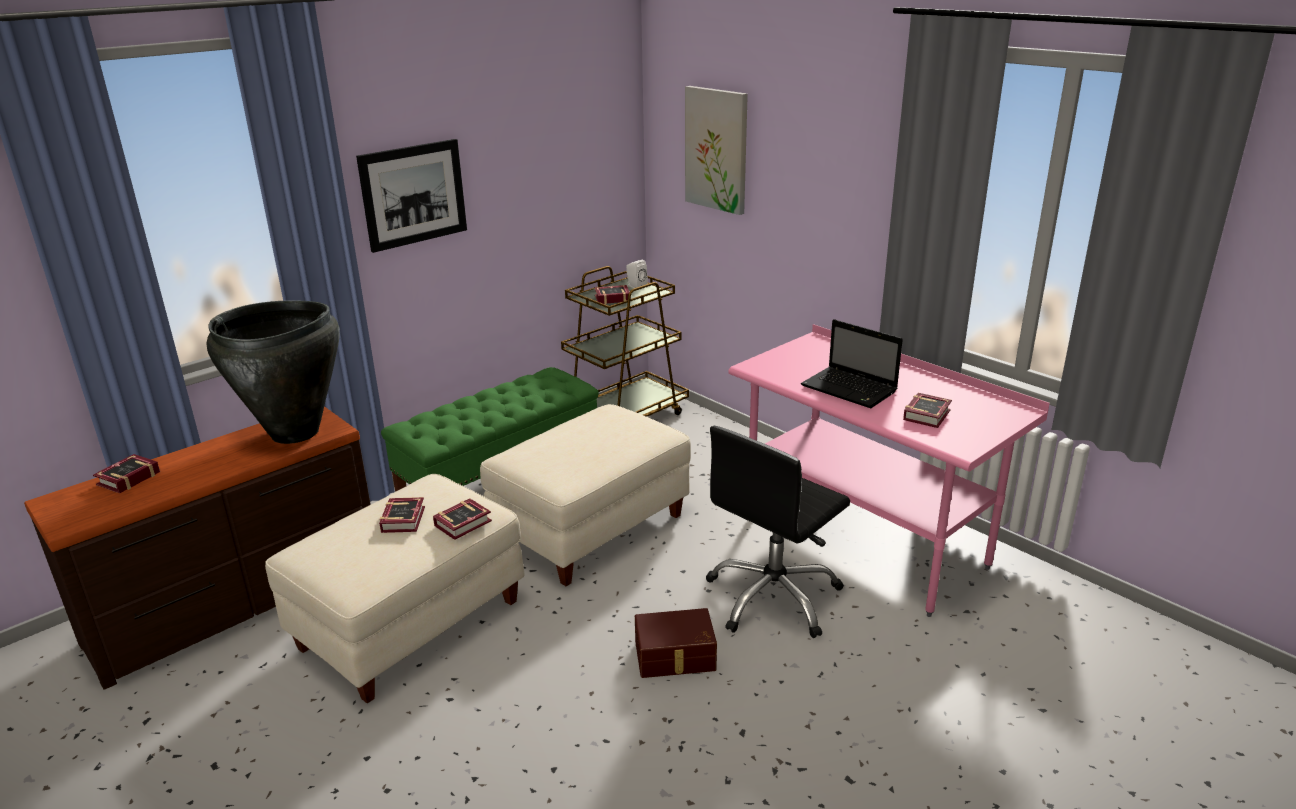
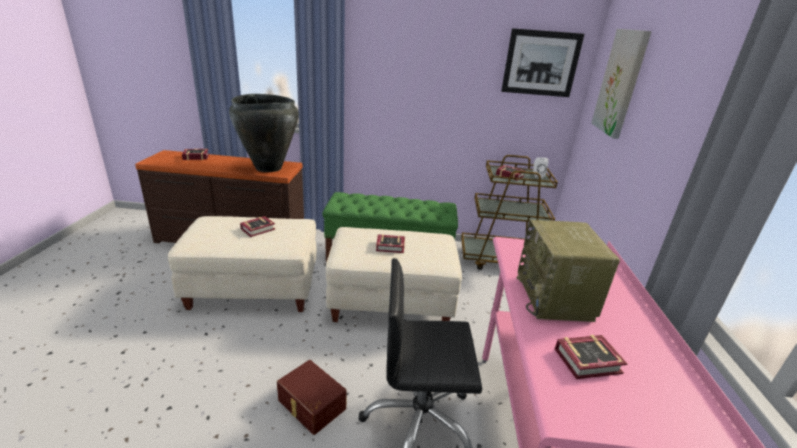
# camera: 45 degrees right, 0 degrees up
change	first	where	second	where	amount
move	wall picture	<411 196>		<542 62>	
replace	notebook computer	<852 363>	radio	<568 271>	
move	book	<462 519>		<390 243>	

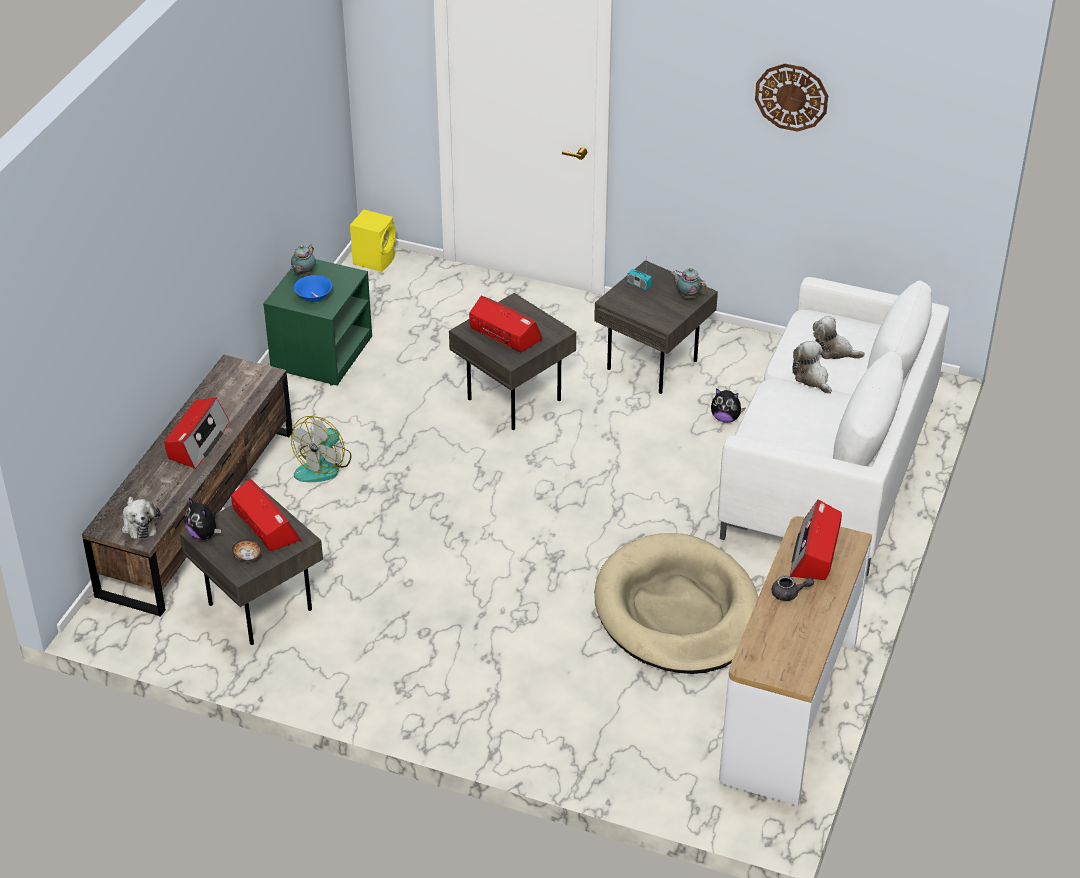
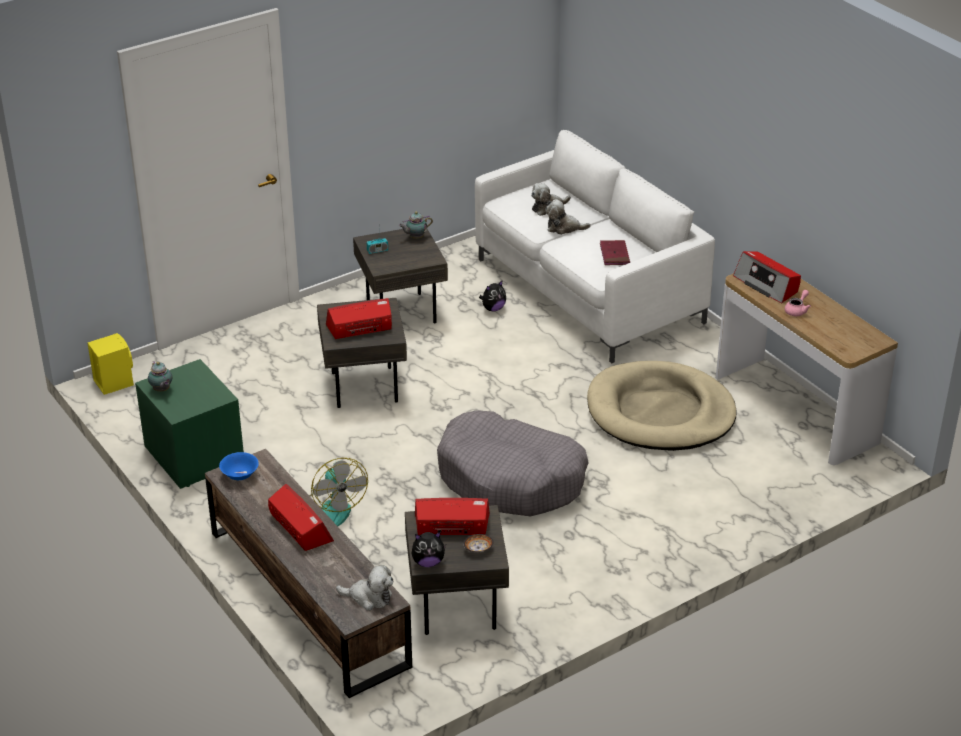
# camera: 55 degrees left, 5 degrees down
change	first	where	second	where	amount
delete	clock on the wall	<791 98>			
move	bluish bowl	<313 288>		<239 466>	
recolor	gray teapot	<793 588>	pink teapot	<798 303>	
insert			red-coloured book	<615 252>	
insert			gray dog bed	<513 463>	

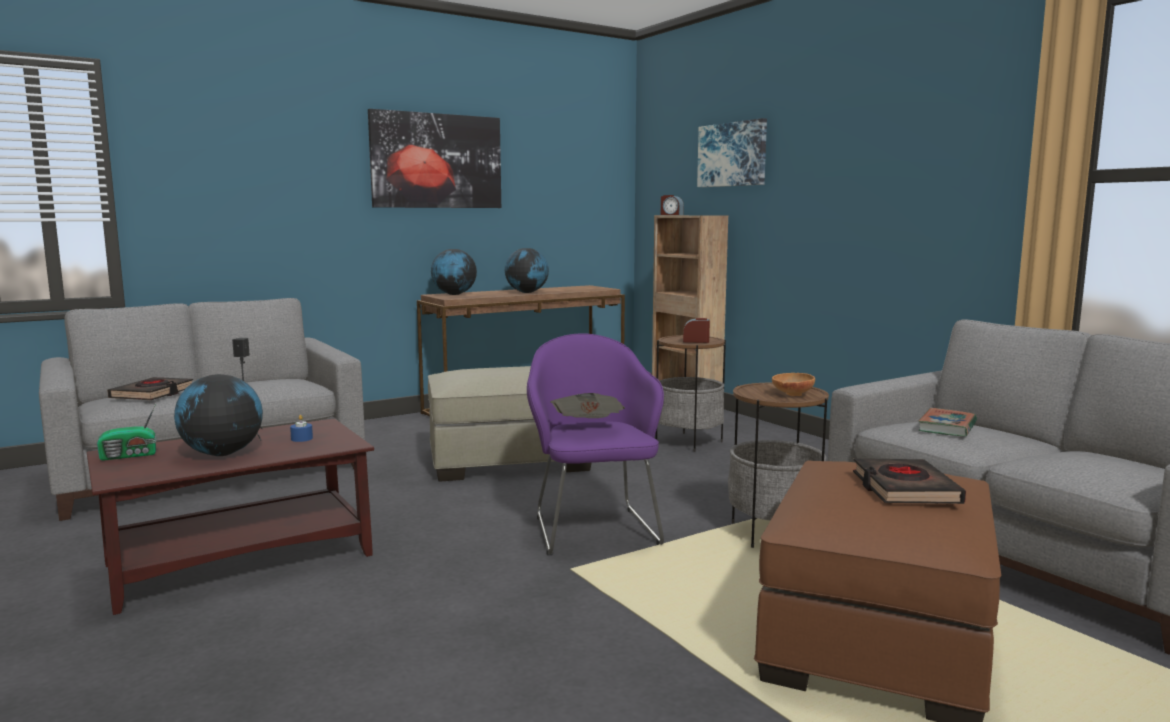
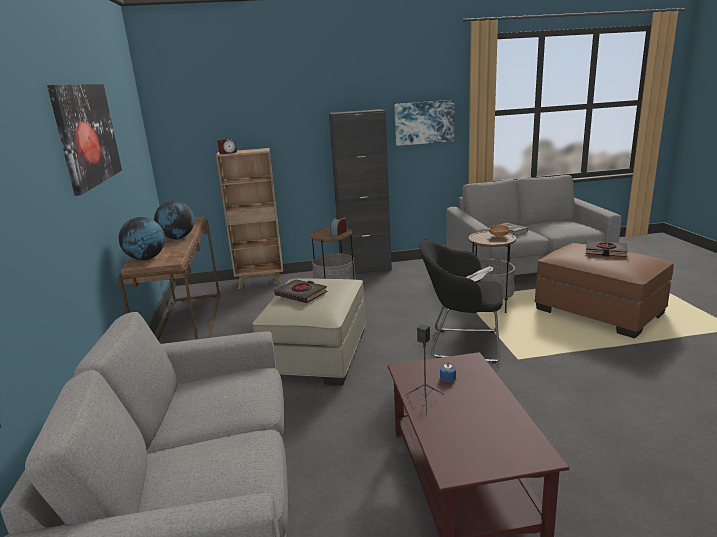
# camera: 65 degrees left, 10 degrees up
change	first	where	second	where	amount
move	wall picture	<732 152>		<424 123>	
recolor	purple-coloured easy chair	<595 444>	black-coloured easy chair	<461 301>	
delete	desk globe	<218 415>			
move	black-coloured book	<150 388>		<300 291>	
delete	radio	<127 432>			
insert			black-coloured cupboard	<360 191>	

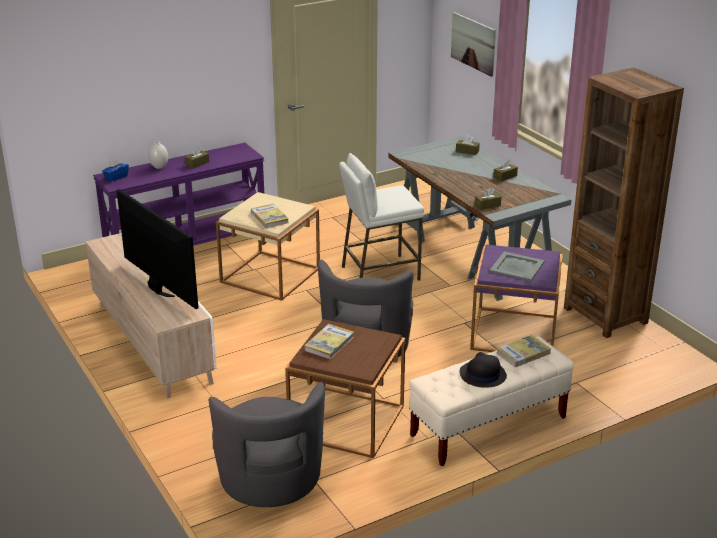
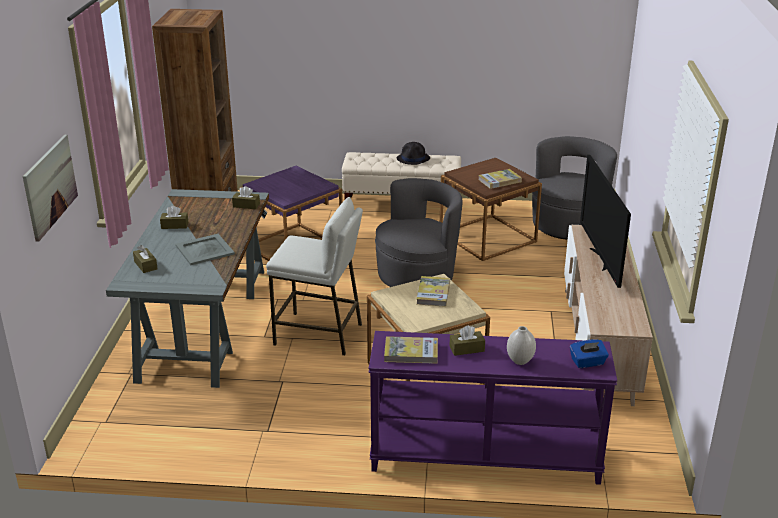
# camera: 145 degrees left, 0 degrees up
change	first	where	second	where	amount
move	gray tray	<517 266>		<205 249>	
move	book	<523 351>		<411 350>	

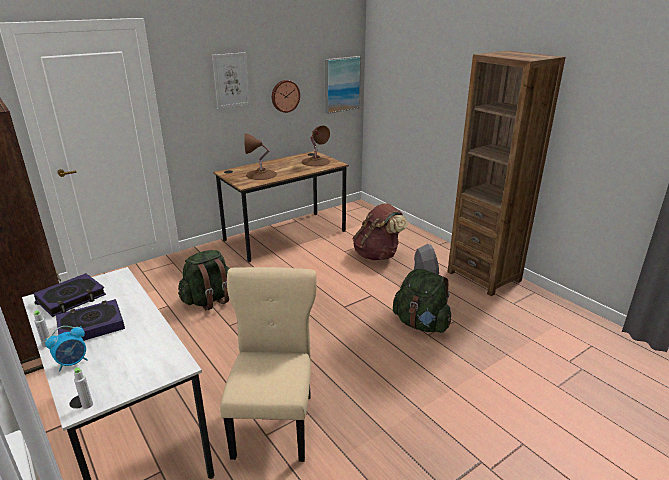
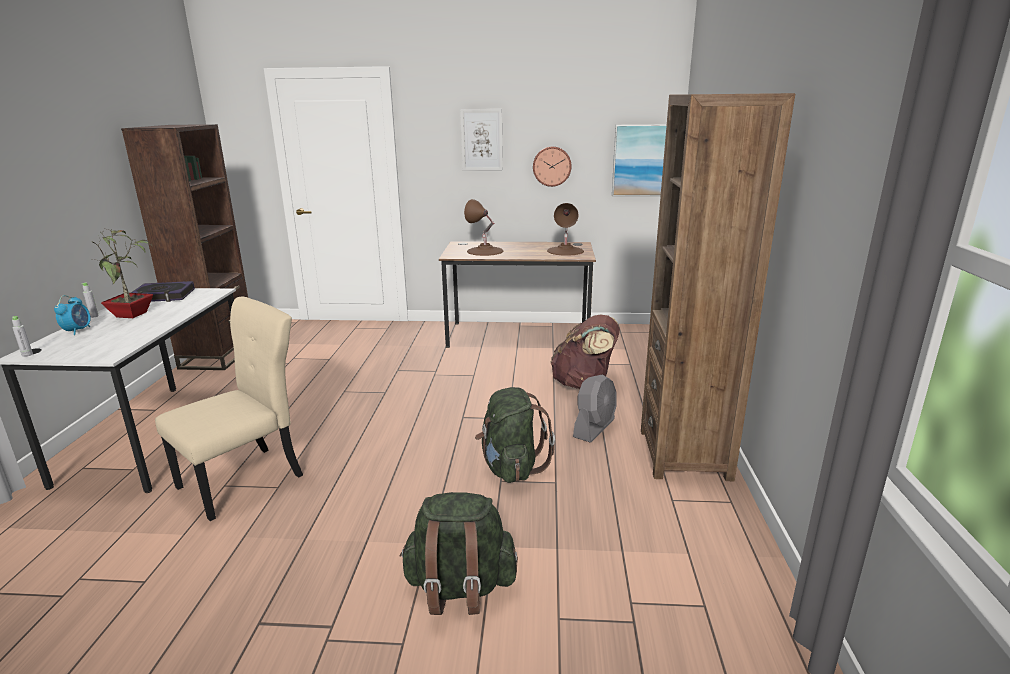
# camera: 40 degrees right, 5 degrees down
change	first	where	second	where	amount
move	green backpack	<204 280>		<458 553>	
replace	book	<90 320>	potted plant	<122 273>	
rotate	table clock	<66 349>		<72 315>	90 degrees counterclockwise

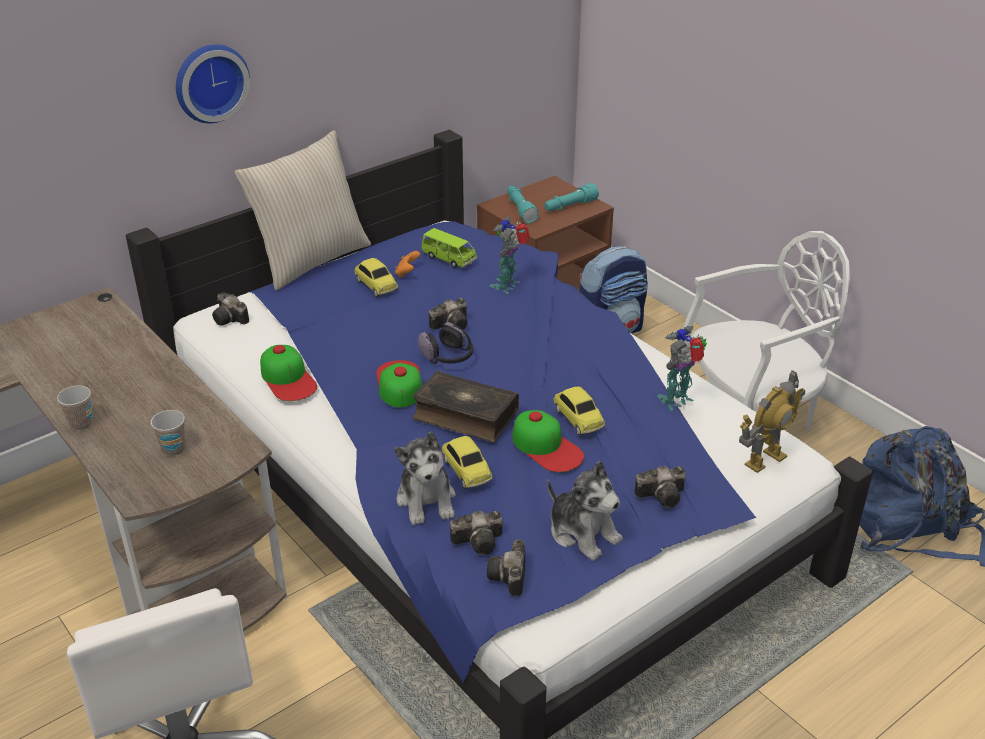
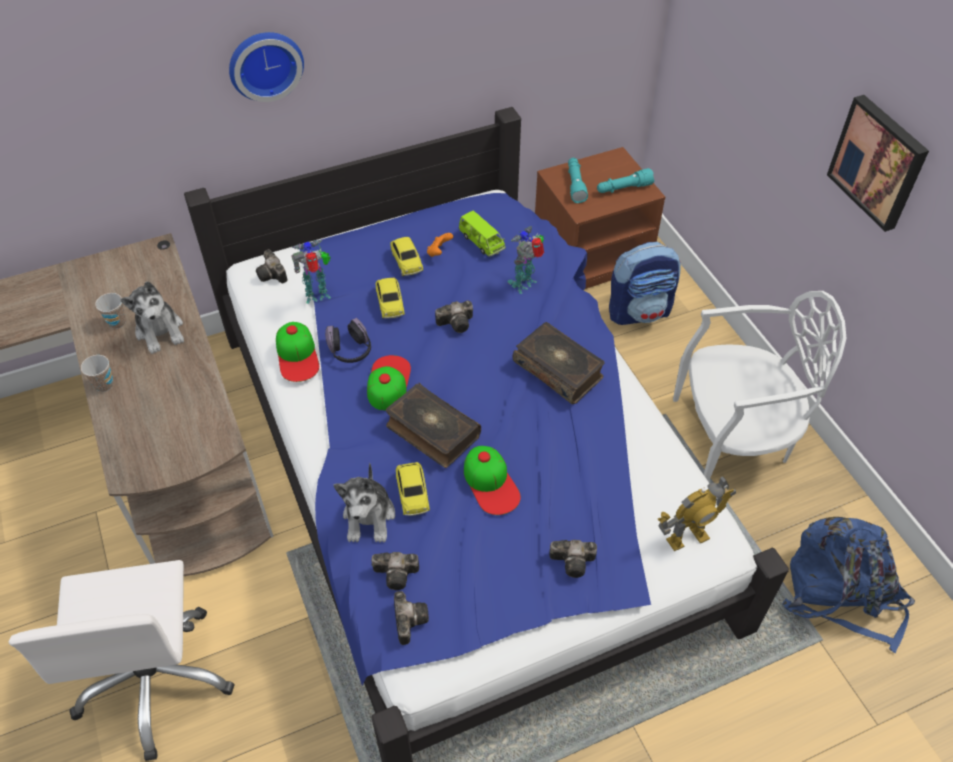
# camera: 15 degrees right, 15 degrees up
change	first	where	second	where	amount
delete	beige pillow	<303 210>			
move	headphones	<445 343>		<348 340>	
move	toy robot	<682 368>		<311 272>	
move	miniature car	<579 411>		<390 298>	
move	cup	<168 433>		<110 311>	
move	soft toy	<585 511>		<152 317>	
rotate	still camera	<506 568>		<411 618>	150 degrees clockwise
insert			wall picture	<878 163>	
insert			book	<559 363>	

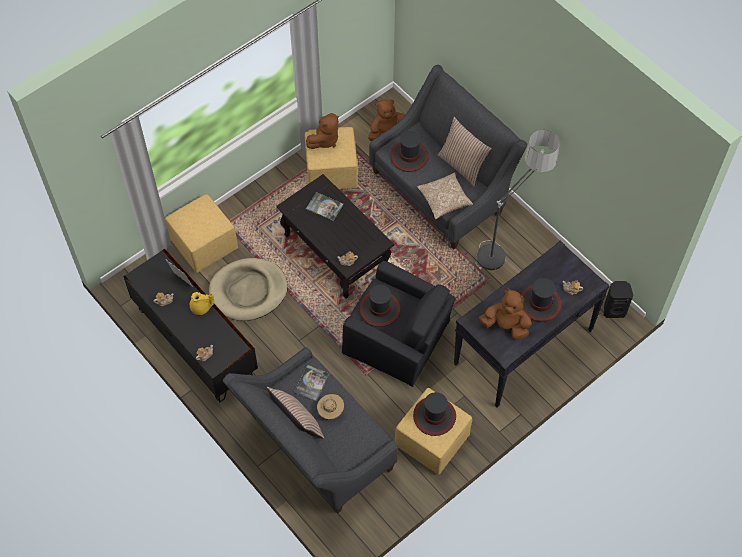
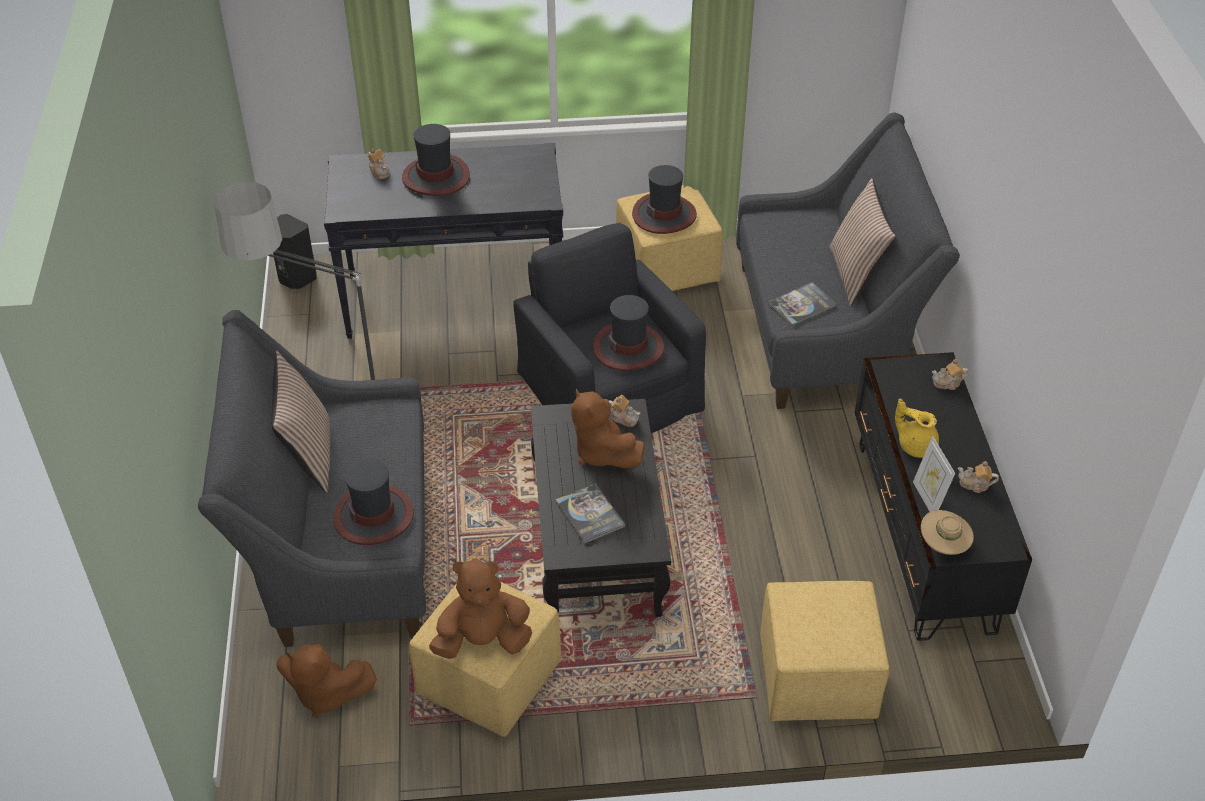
# camera: 145 degrees left, 15 degrees down
change	first	where	second	where	amount
delete	pillow	<445 196>			
delete	beige dog bed	<248 289>			
move	brownish soft toy	<505 314>		<608 428>	
move	beige wearable hat	<330 406>		<947 532>	

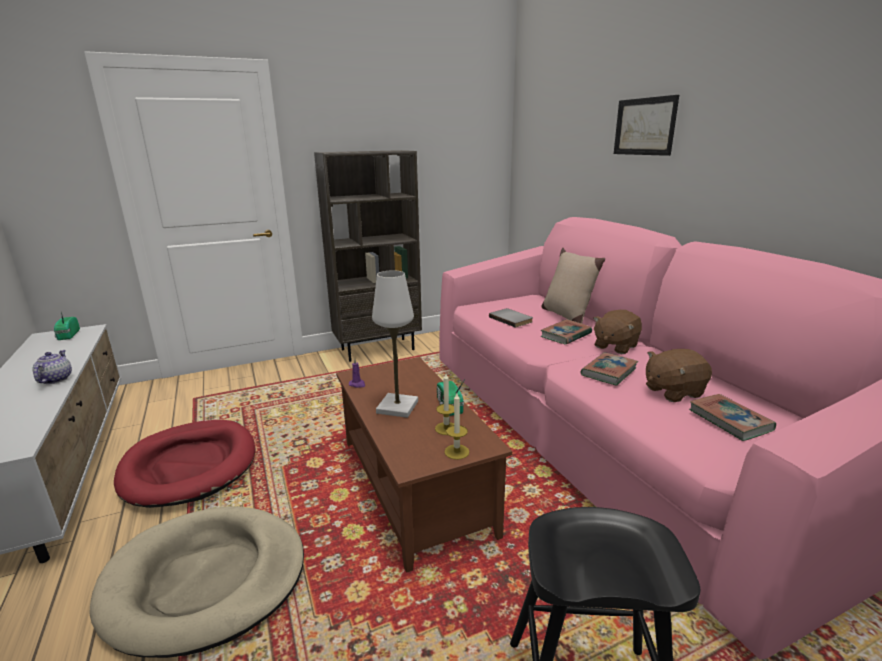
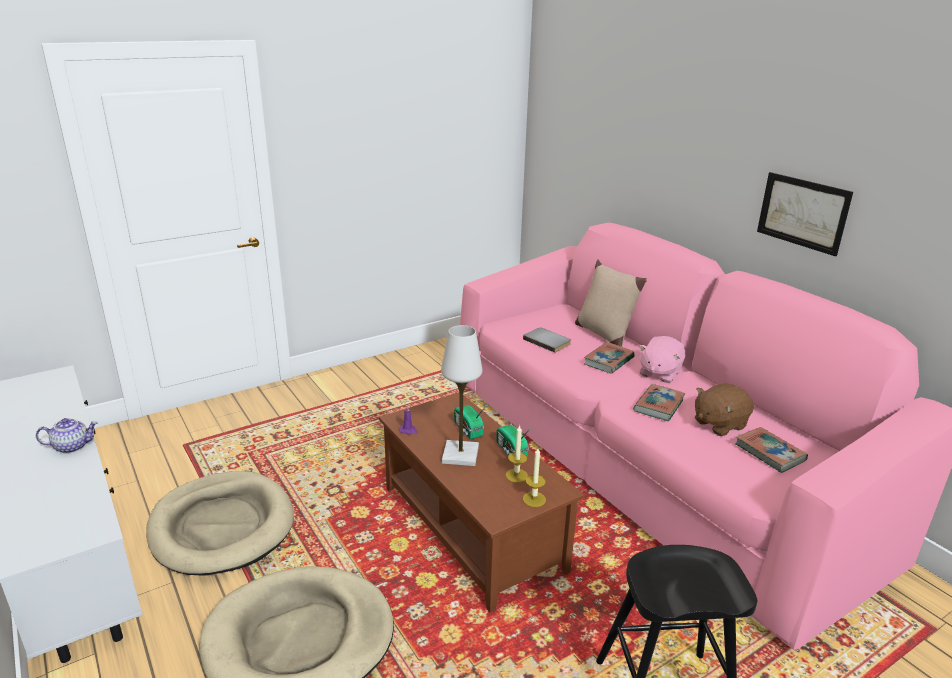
# camera: 10 degrees left, 5 degrees up
change	first	where	second	where	amount
move	wall picture	<646 125>		<805 214>	
delete	brownish bookcase	<368 256>			
recolor	brownish soft toy	<617 332>	pink soft toy	<662 359>	
move	radio	<67 325>		<470 422>	
rotate	teapot	<52 367>		<67 436>	90 degrees clockwise
recolor	red-coloured dog bed	<184 464>	beige dog bed	<220 523>	

